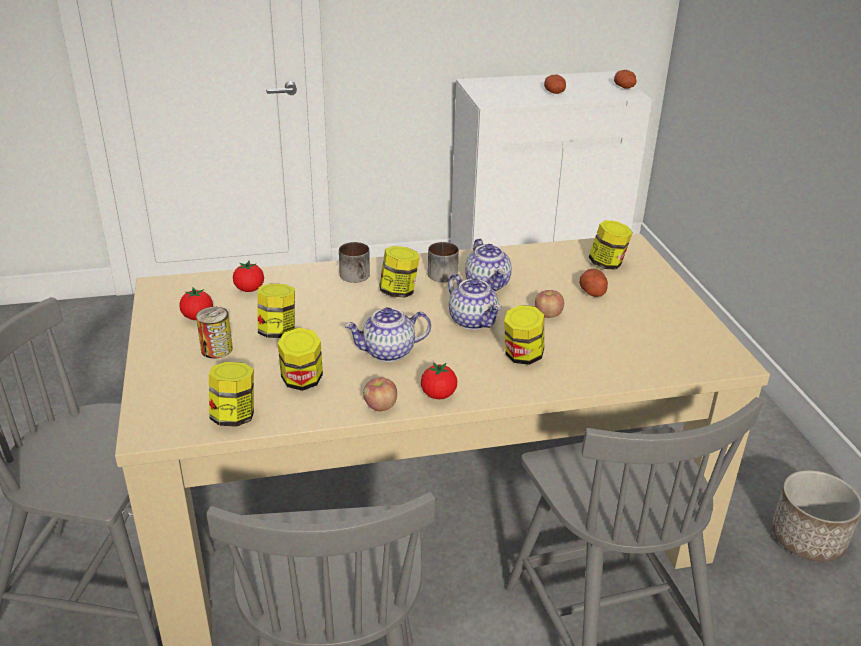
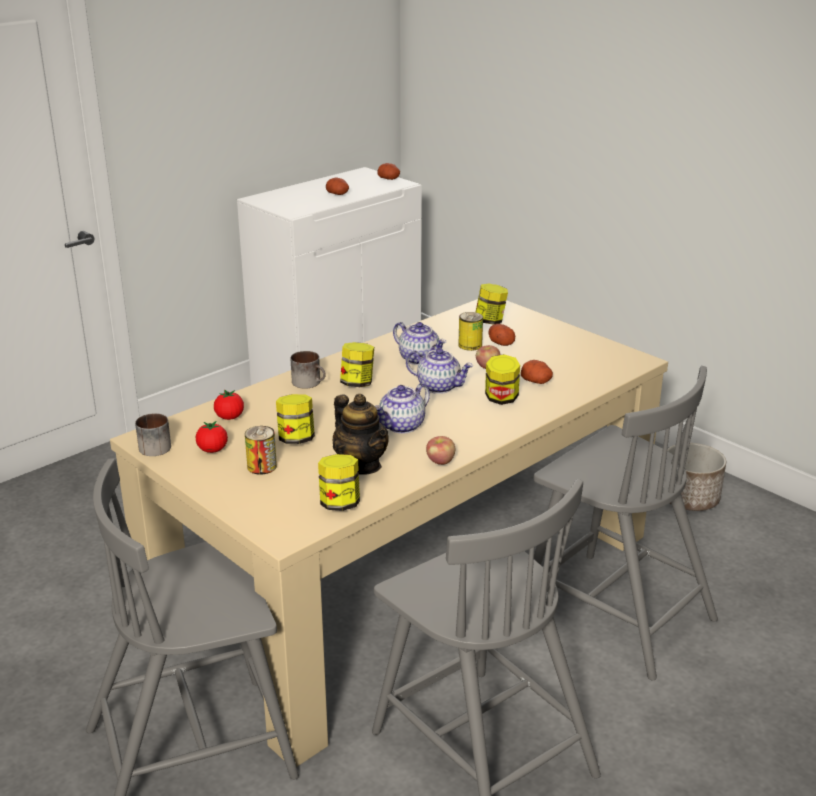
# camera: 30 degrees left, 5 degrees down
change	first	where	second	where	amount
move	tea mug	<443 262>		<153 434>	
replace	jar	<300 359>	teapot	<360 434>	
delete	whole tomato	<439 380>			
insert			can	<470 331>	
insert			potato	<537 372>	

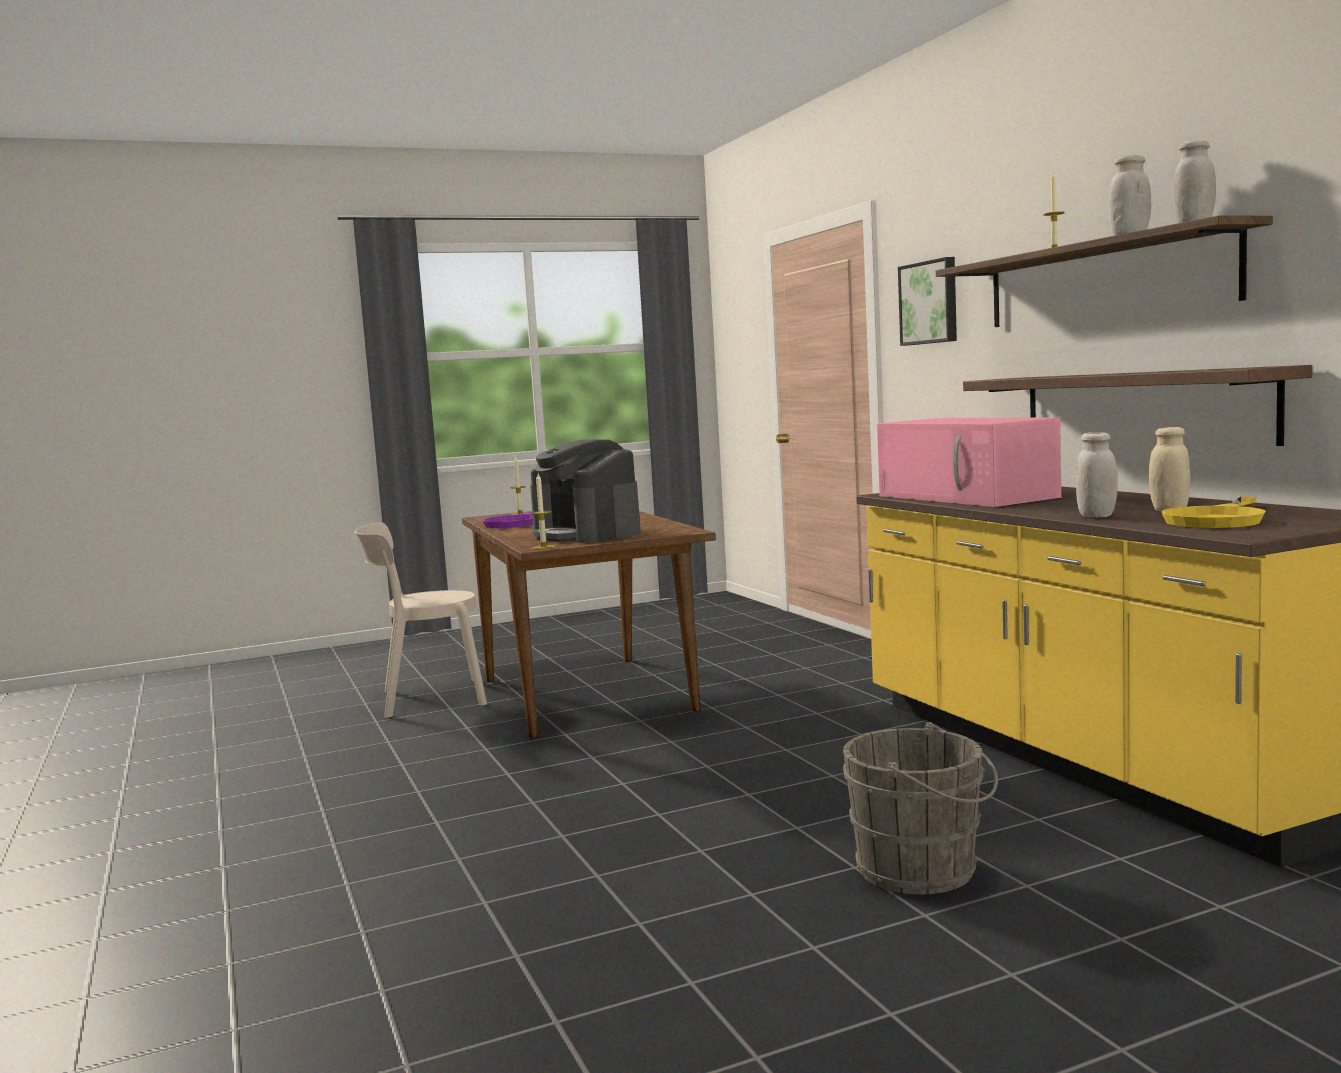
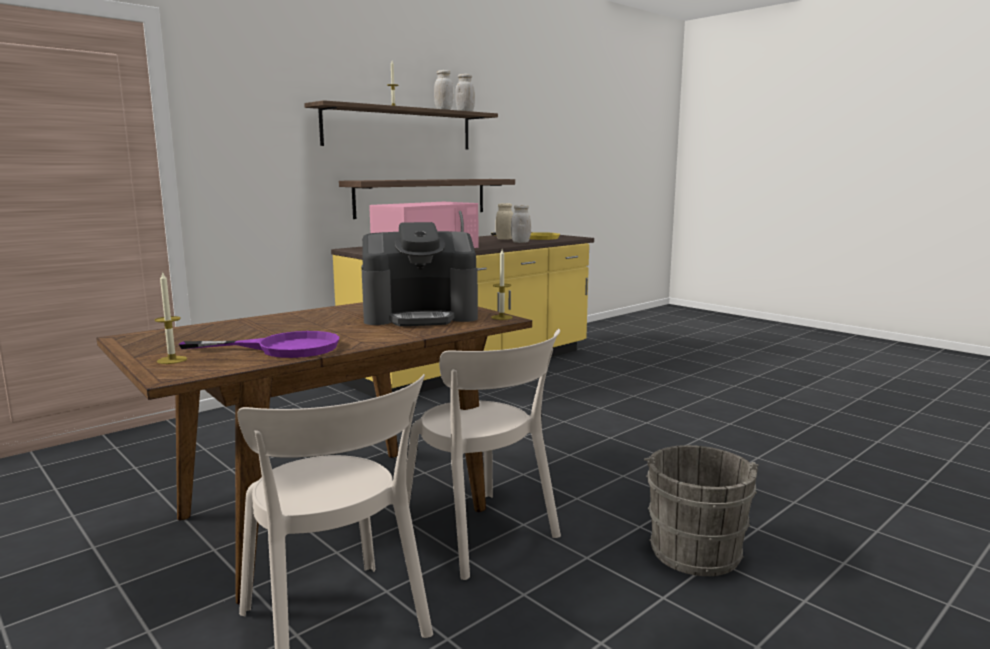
# camera: 110 degrees left, 5 degrees up
change	first	where	second	where	amount
delete	wall picture	<927 301>			
rotate	coffee brewer	<585 491>		<420 274>	45 degrees clockwise
move	gray pail	<920 808>		<701 510>	
insert			beige upright chair	<483 454>	

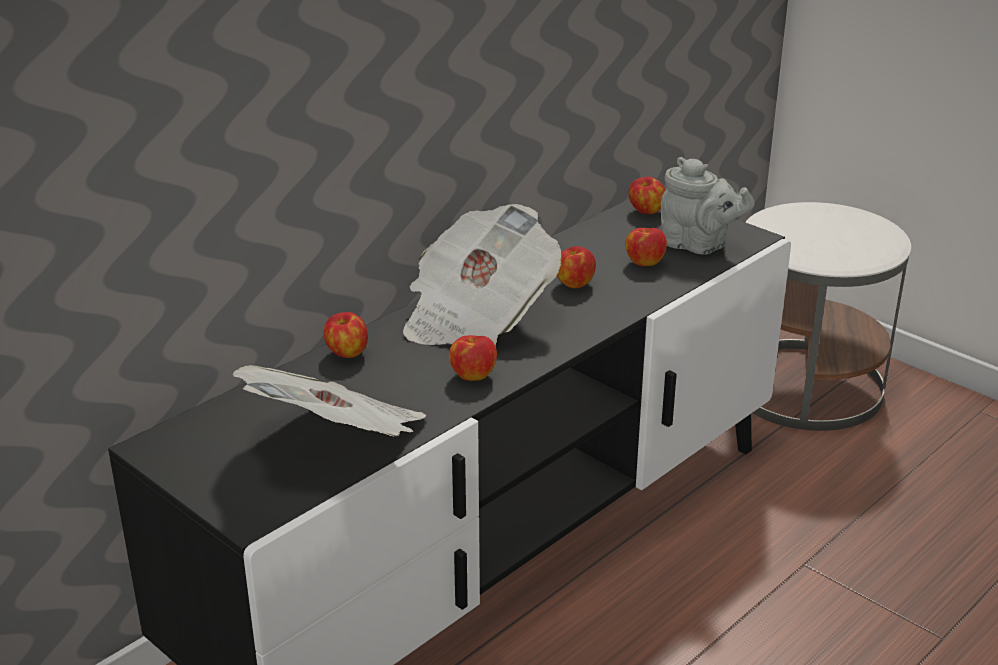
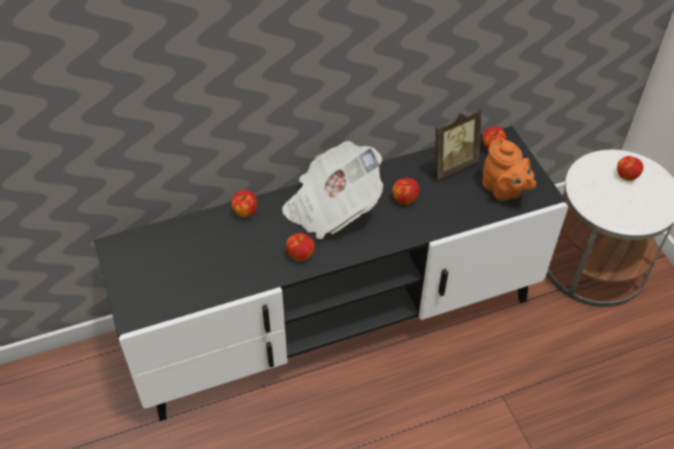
# camera: 25 degrees right, 20 degrees up
change	first	where	second	where	amount
recolor	gray teapot	<708 206>	orange-coloured teapot	<509 169>	
move	apple	<646 247>		<630 168>	
delete	printed paper	<329 401>			
insert			photo frame	<455 144>	

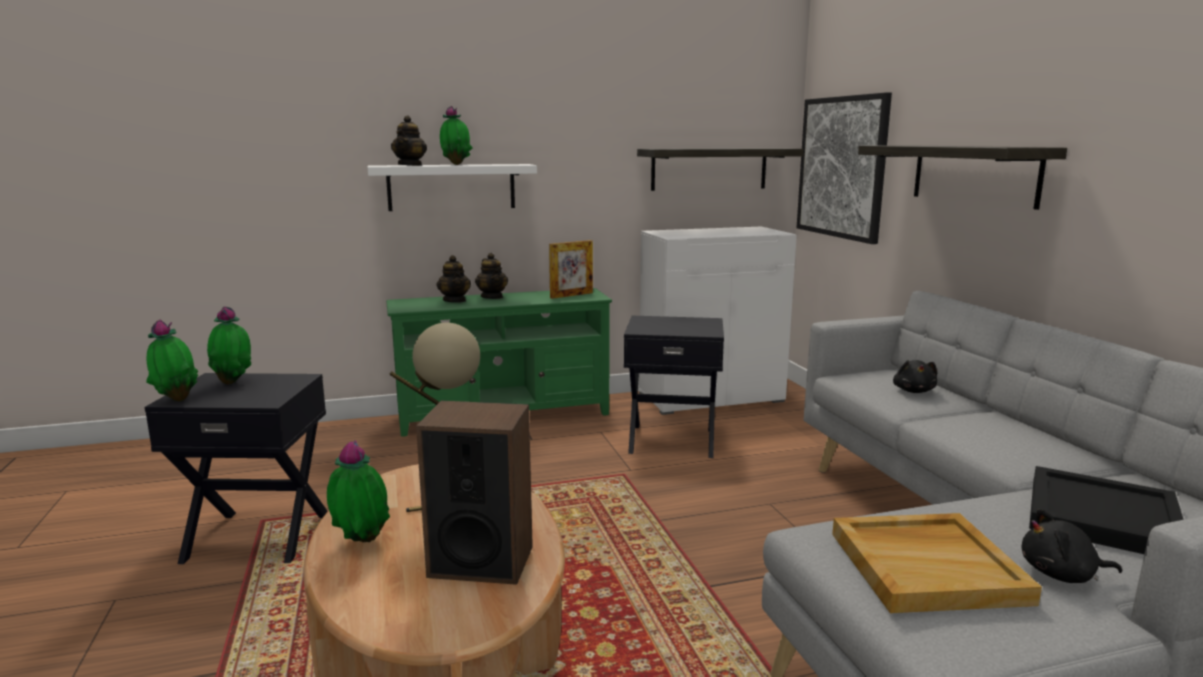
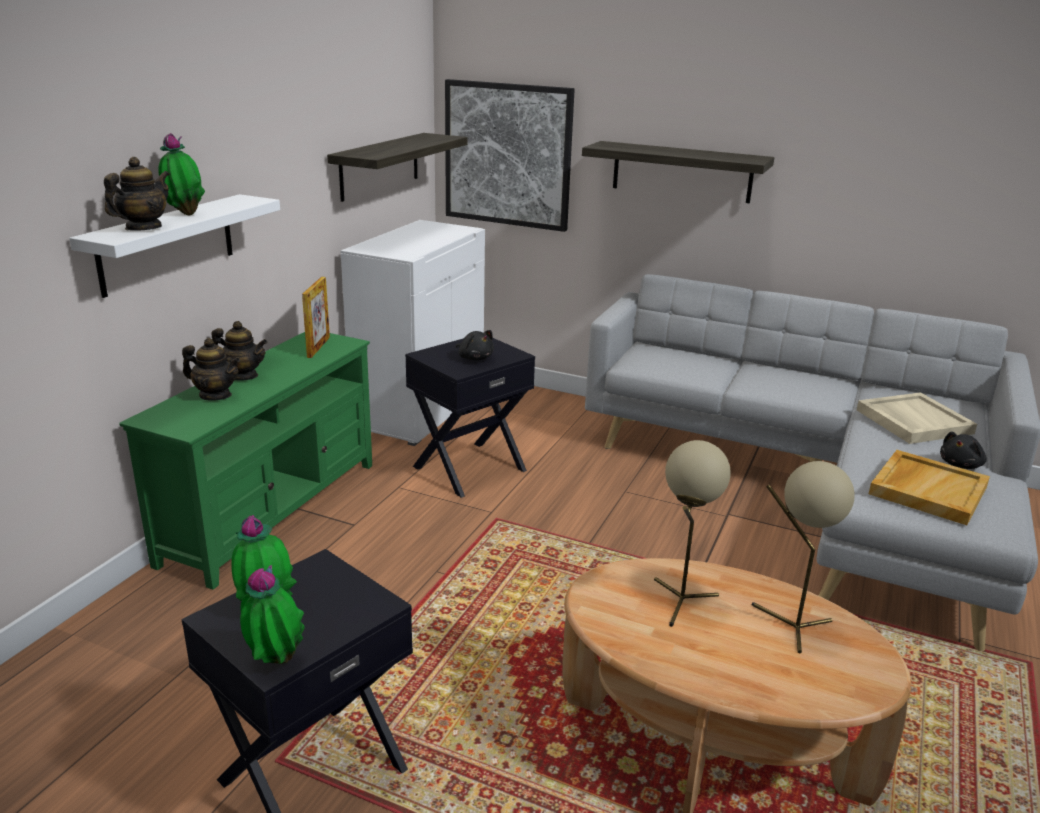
# camera: 50 degrees left, 10 degrees up
change	first	where	second	where	amount
rotate	teapot	<409 140>		<136 194>	105 degrees counterclockwise
move	black-coloured soft toy	<915 376>		<475 345>	
replace	speaker	<474 493>	beige tabletop lamp	<803 557>	
delete	potted plant	<358 491>			
recolor	black-coloured tray	<1106 510>	beige tray	<917 418>	

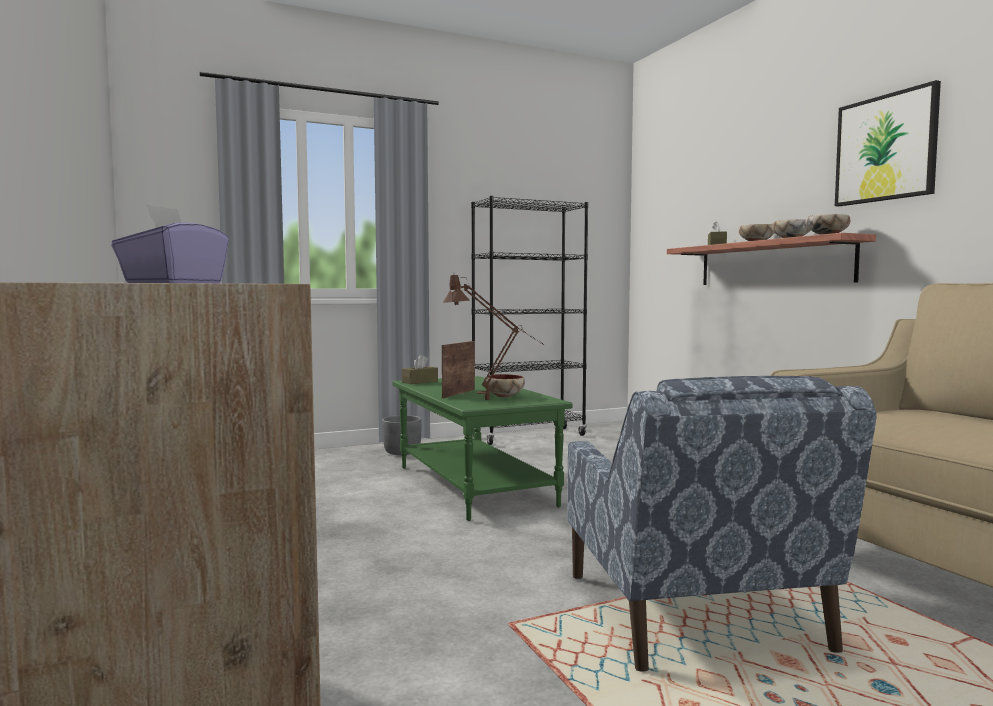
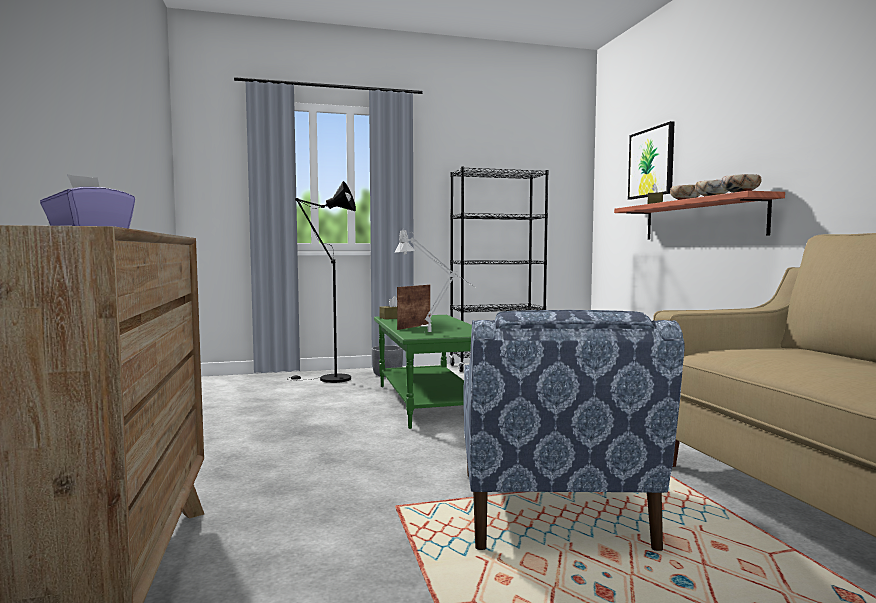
# camera: 10 degrees right, 0 degrees up
change	first	where	second	where	amount
move	wall picture	<888 143>		<651 160>	
recolor	brownish tabletop lamp	<494 337>	gray tabletop lamp	<435 281>	
delete	bowl	<504 385>			
insert			black-coloured standing lamp	<323 282>	

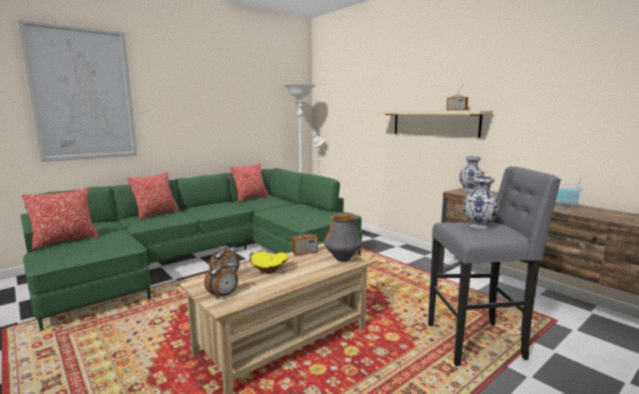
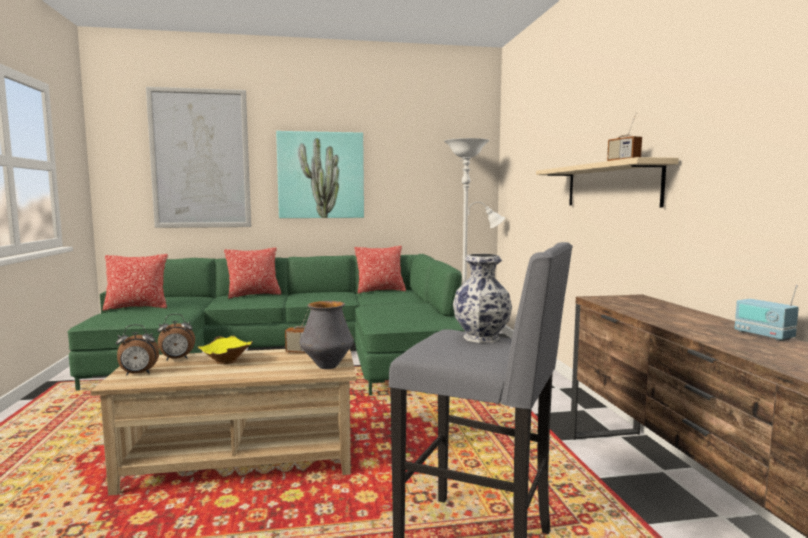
# camera: 30 degrees right, 5 degrees down
change	first	where	second	where	amount
delete	vase	<471 174>			
insert			wall picture	<320 174>	

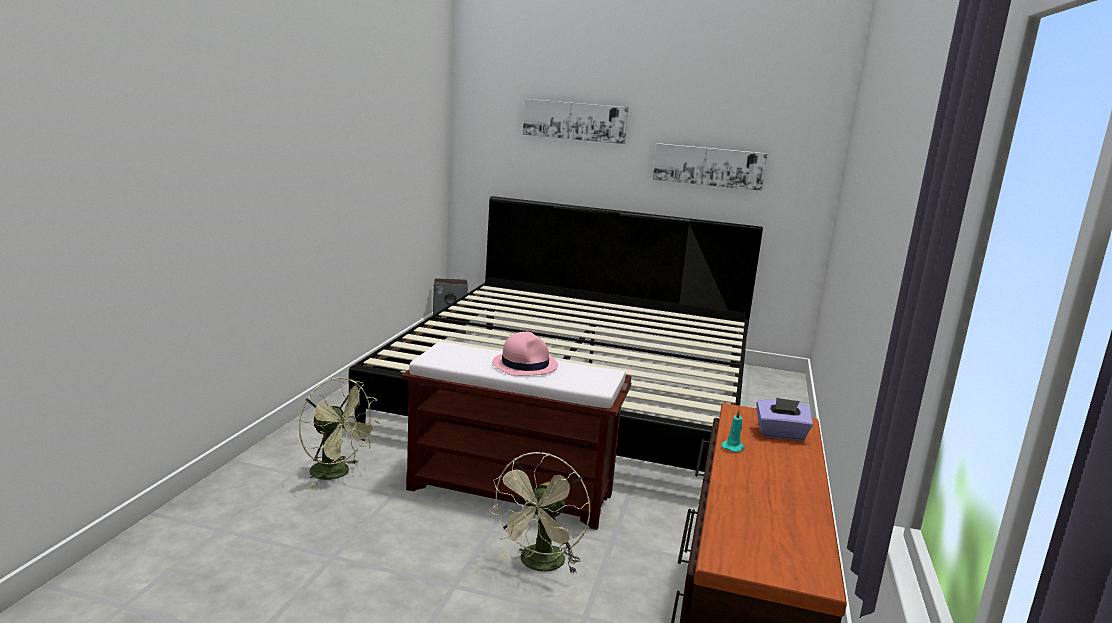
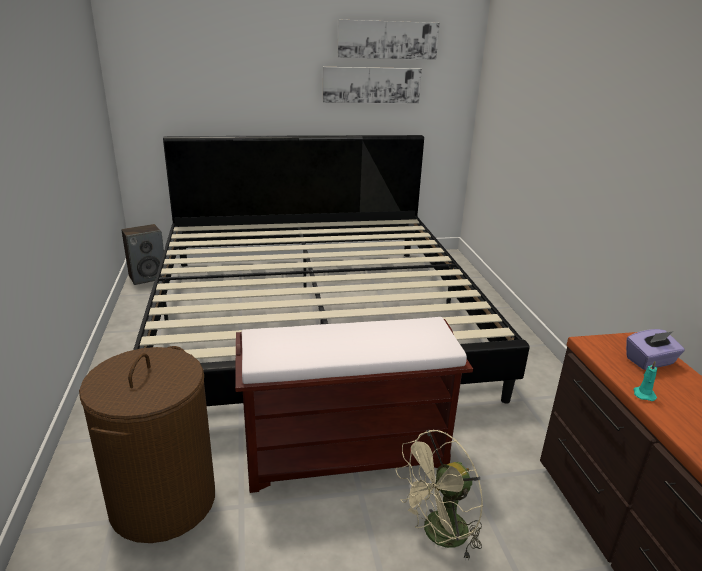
# camera: 25 degrees left, 10 degrees up
change	first	where	second	where	amount
move	wall picture	<576 121>		<389 39>	
delete	pink wearable hat	<525 354>			
replace	green electric fan	<339 432>	brownish washing basket	<147 444>	
rotate	beige electric fan	<539 513>		<439 495>	60 degrees clockwise

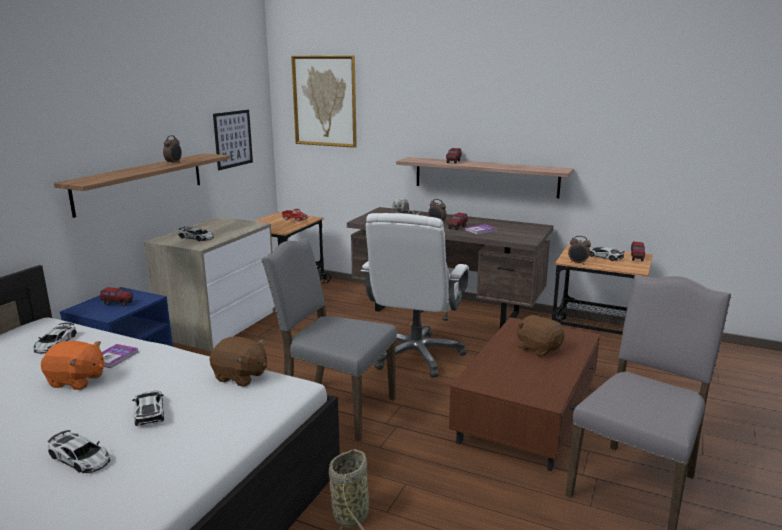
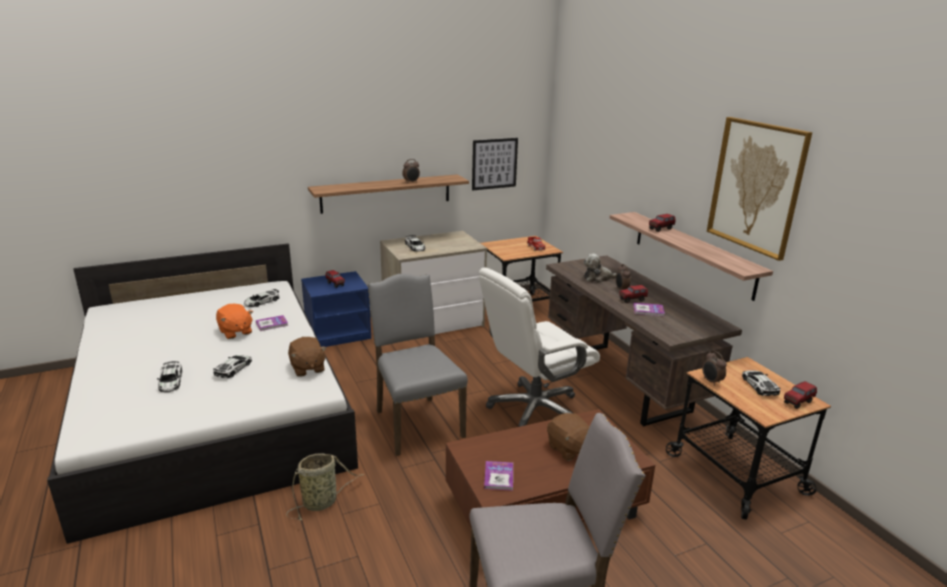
# camera: 40 degrees right, 5 degrees up
change	first	where	second	where	amount
move	wall picture	<324 101>		<759 189>	
rotate	brownish soft toy	<541 335>		<568 437>	150 degrees clockwise
insert			book	<498 476>	

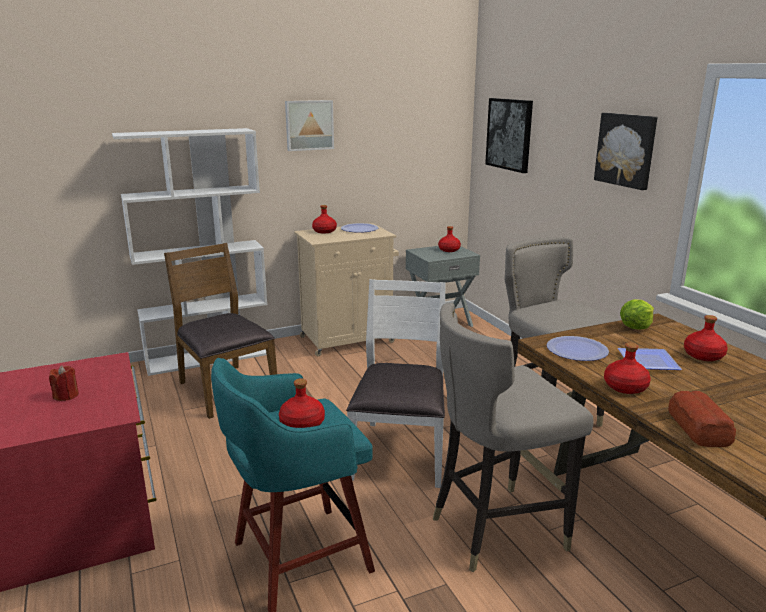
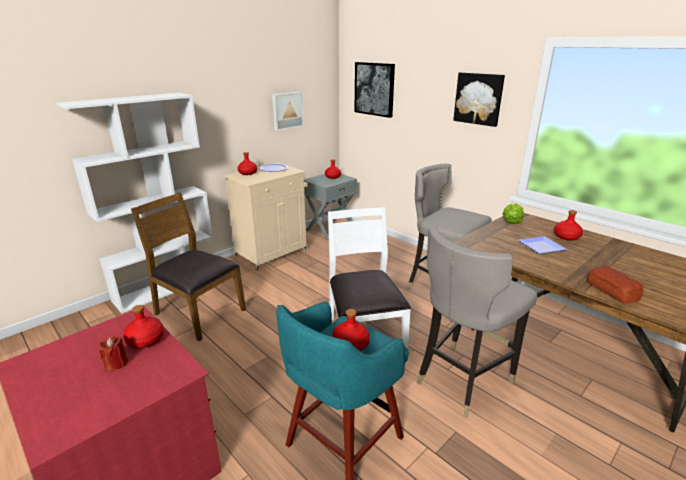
# camera: 20 degrees left, 5 degrees up
change	first	where	second	where	amount
move	wall picture	<309 125>		<288 111>	
delete	plate	<578 348>			
move	red-coloured drink bottle	<627 368>		<143 327>	

